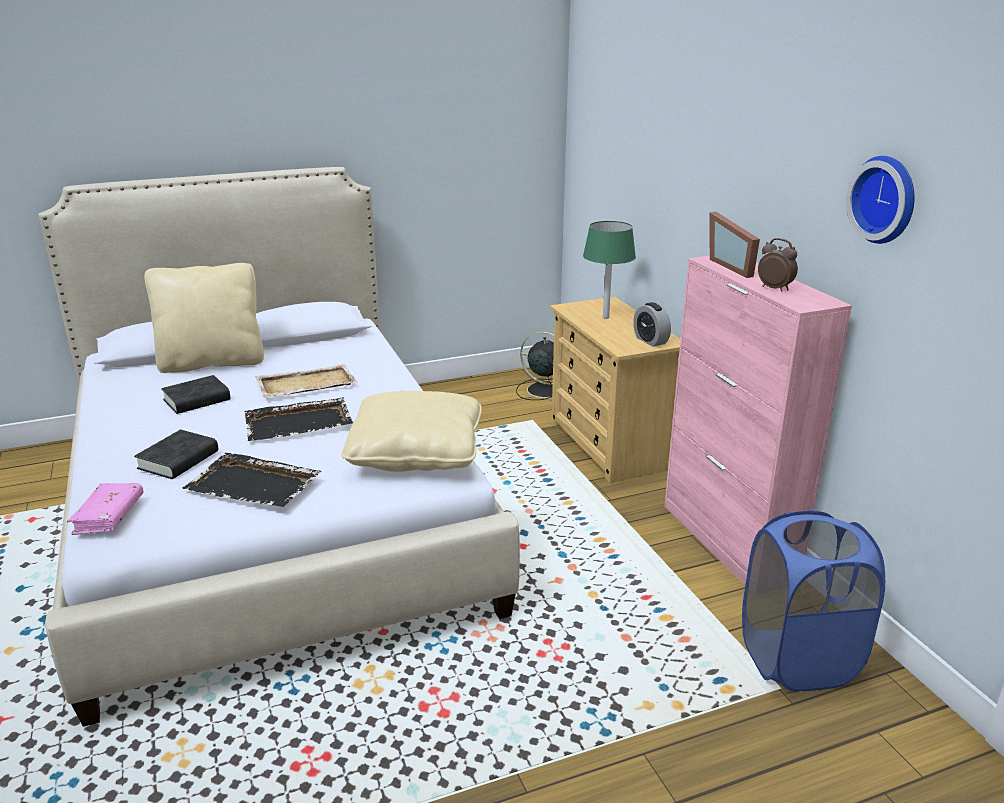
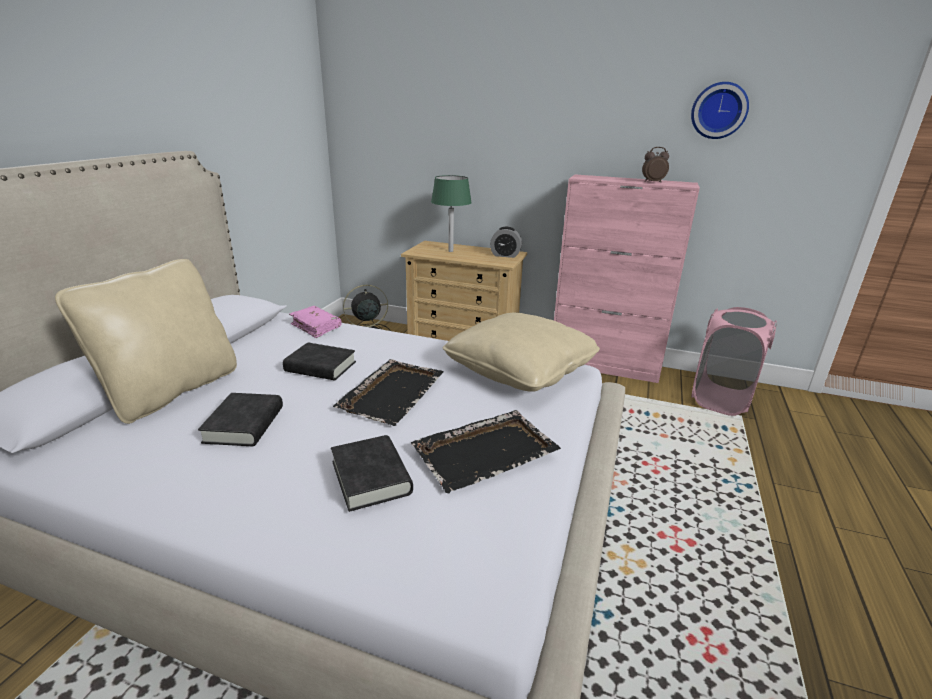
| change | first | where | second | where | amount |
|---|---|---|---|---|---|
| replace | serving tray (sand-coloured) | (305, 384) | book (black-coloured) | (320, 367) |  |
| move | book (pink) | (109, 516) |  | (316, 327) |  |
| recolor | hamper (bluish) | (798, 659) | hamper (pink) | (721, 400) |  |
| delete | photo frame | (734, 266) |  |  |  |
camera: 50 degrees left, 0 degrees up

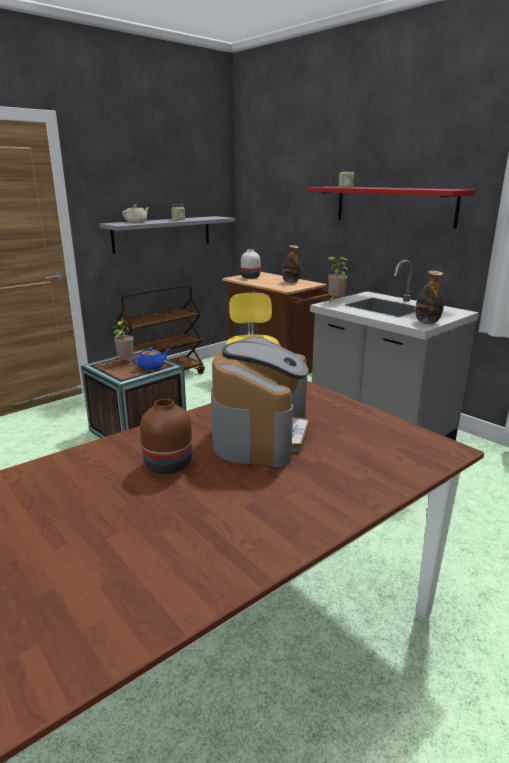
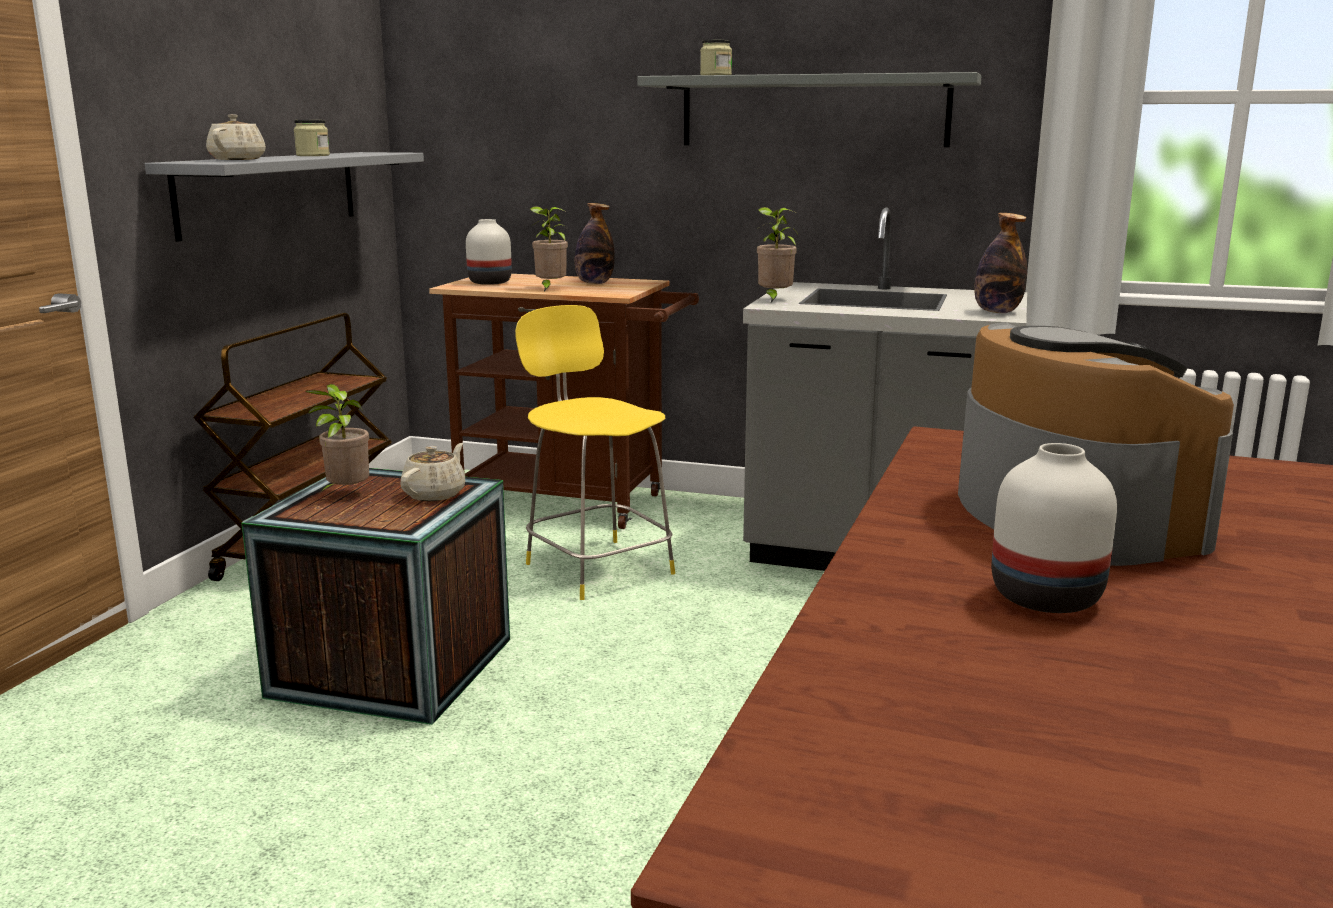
| change | first | where | second | where | amount |
|---|---|---|---|---|---|
| recolor | tea pot (bluish) | (152, 367) | tea pot (sand-coloured) | (435, 494) |  |
| insert |  |  | plant in a pot | (550, 289) |  |
| recolor | wall shelf (reddish) | (394, 206) | wall shelf (gray) | (813, 111) |  |
| recolor | flower vase (brown) | (169, 464) | flower vase (white-coloured) | (1045, 596) |  |
camera: 30 degrees left, 5 degrees down

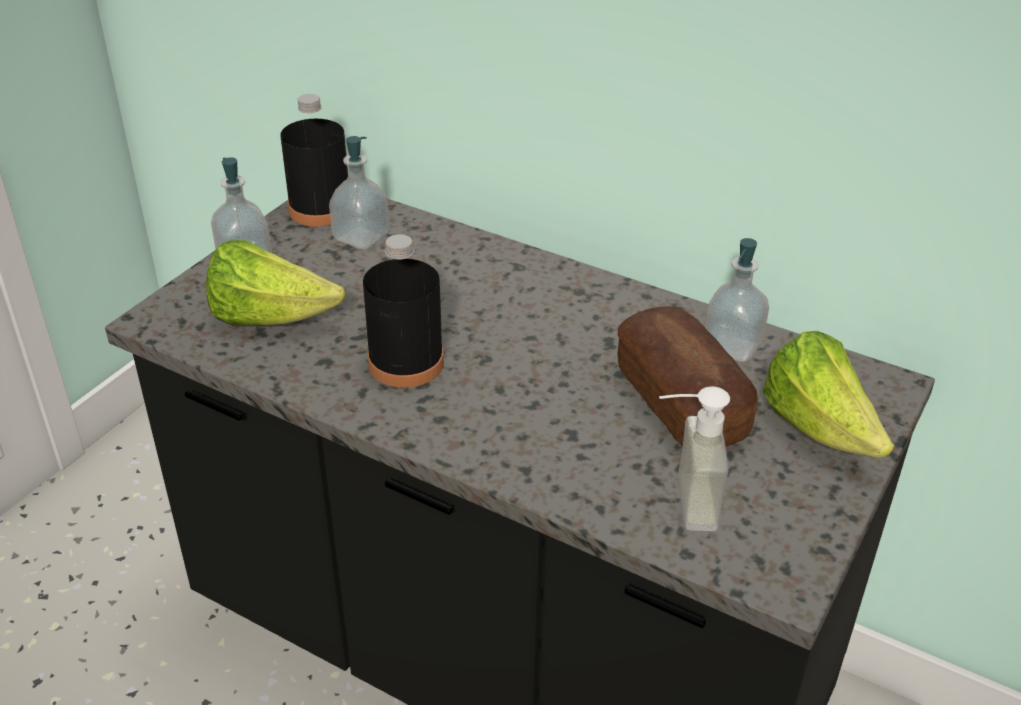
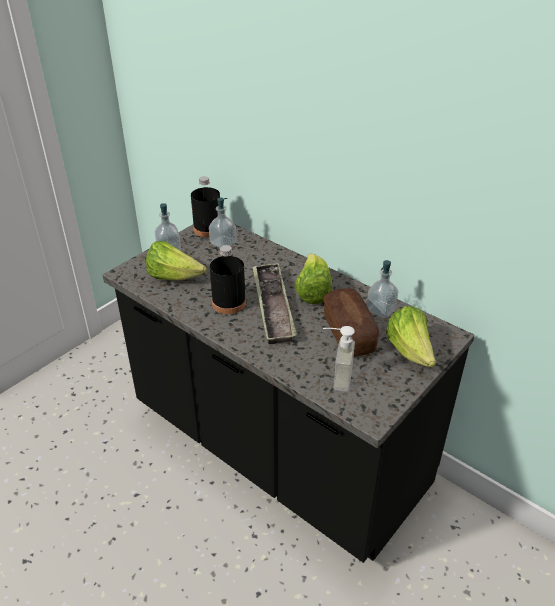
| change | first | where | second | where | amount |
|---|---|---|---|---|---|
| insert |  |  | serving tray | (273, 306) |  |
| insert |  |  | head of lettuce | (313, 292) |  |
camera: 10 degrees right, 0 degrees up

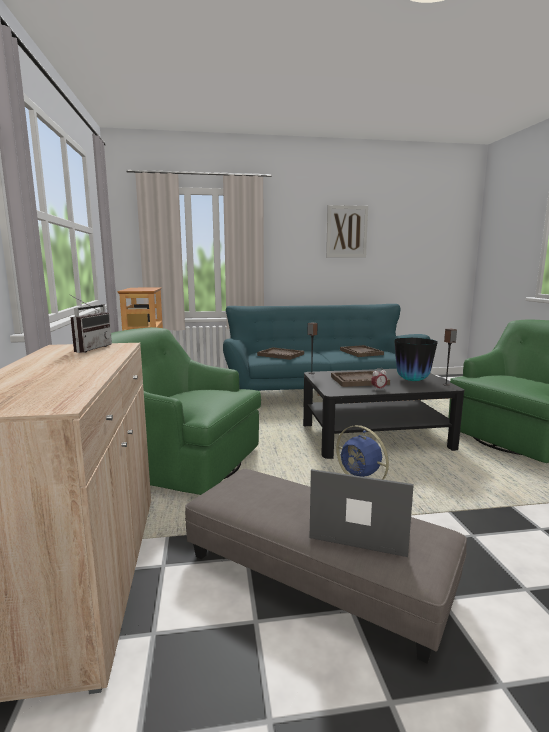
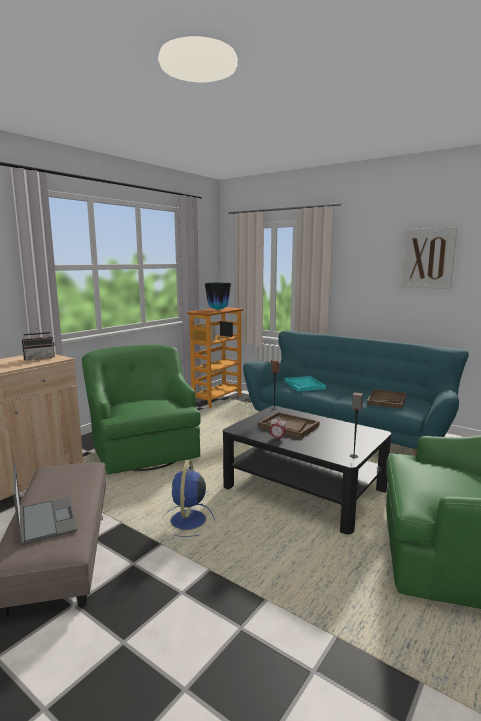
| change | first | where | second | where | amount |
|---|---|---|---|---|---|
| move | flower vase | (412, 380) |  | (218, 309) |  |
| recolor | serving tray (brown) | (281, 355) | serving tray (turquoise-coloured) | (304, 385) |  |
camera: 45 degrees right, 0 degrees up

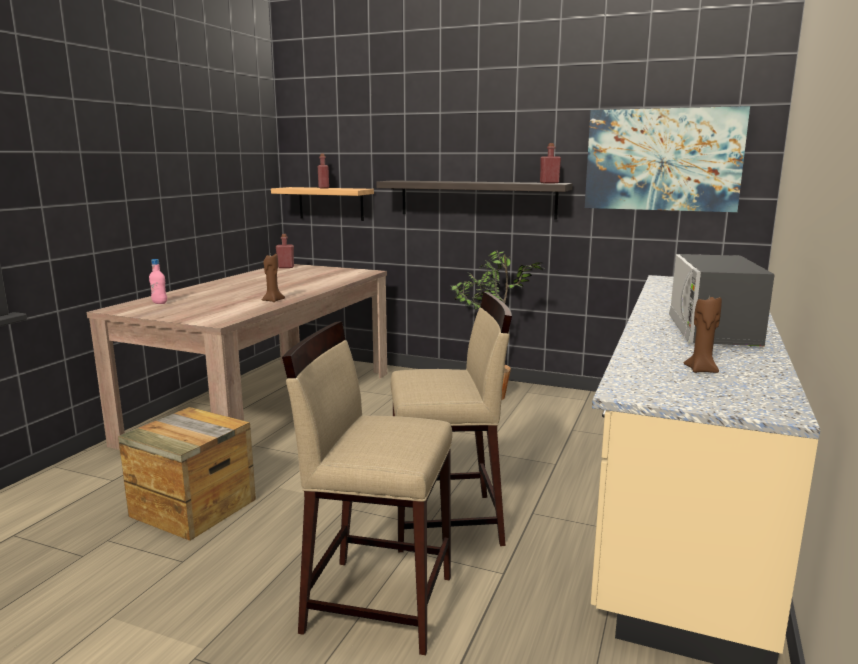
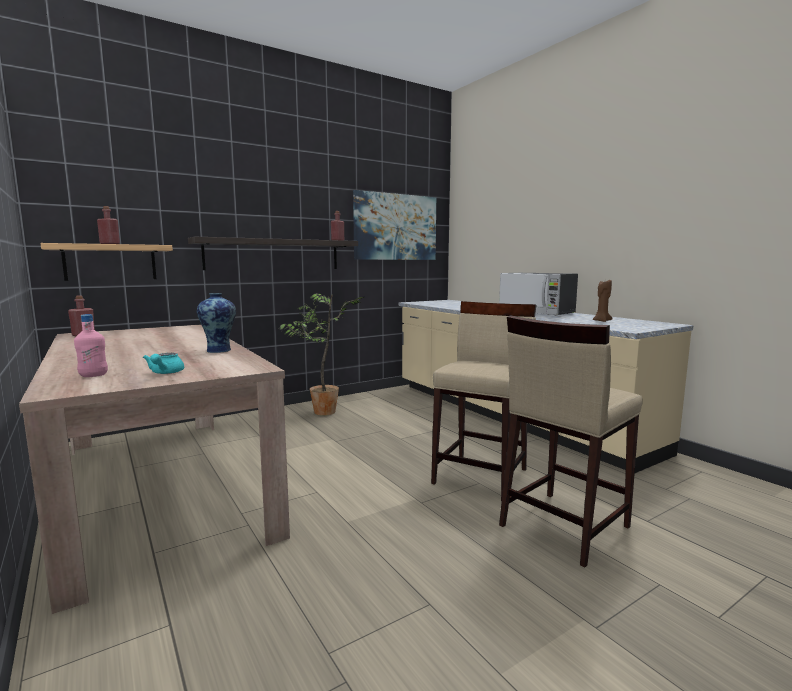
| change | first | where | second | where | amount |
|---|---|---|---|---|---|
| insert |  |  | tea pot (turquoise-coloured) | (165, 373) |  |
| replace | wax candle (brown) | (273, 300) | flower vase | (219, 350) |  |
| delete | crate | (193, 507) |  |  |  |
camera: 55 degrees left, 5 degrees down

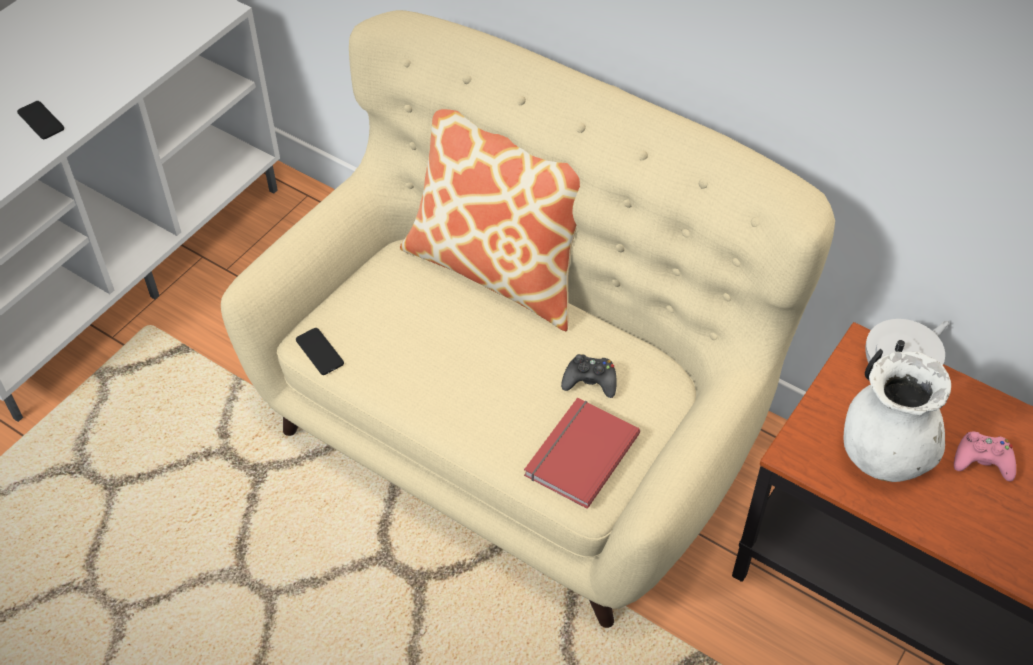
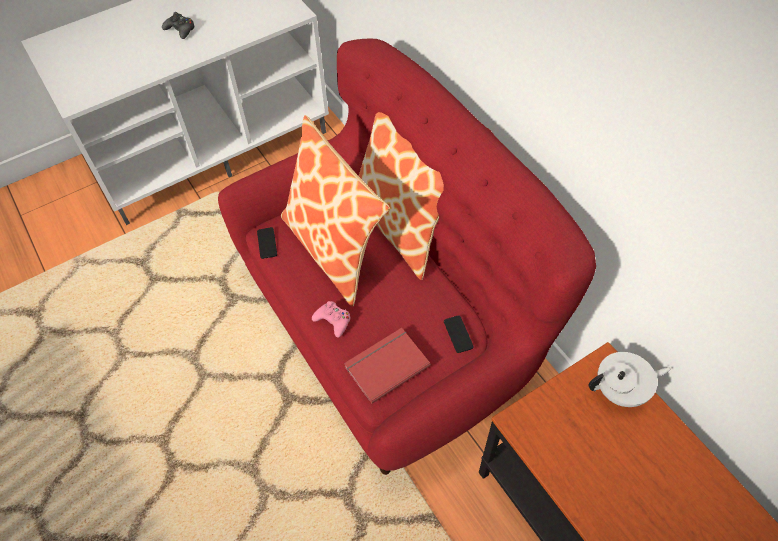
| change | first | where | second | where | amount |
|---|---|---|---|---|---|
| move | game controller (black-coloured) | (590, 381) |  | (180, 30) |  |
| recolor | couch (sand-coloured) | (515, 432) | couch (reddish) | (389, 328) |  |
| insert |  |  | throw pillow | (334, 249) |  |
| move | game controller (pink) | (982, 461) |  | (333, 320) |  |
| move | handset | (41, 120) |  | (458, 334) |  |
| delete | flower vase (white-coloured) | (883, 455) |  |  |  |
camera: 25 degrees right, 5 degrees up

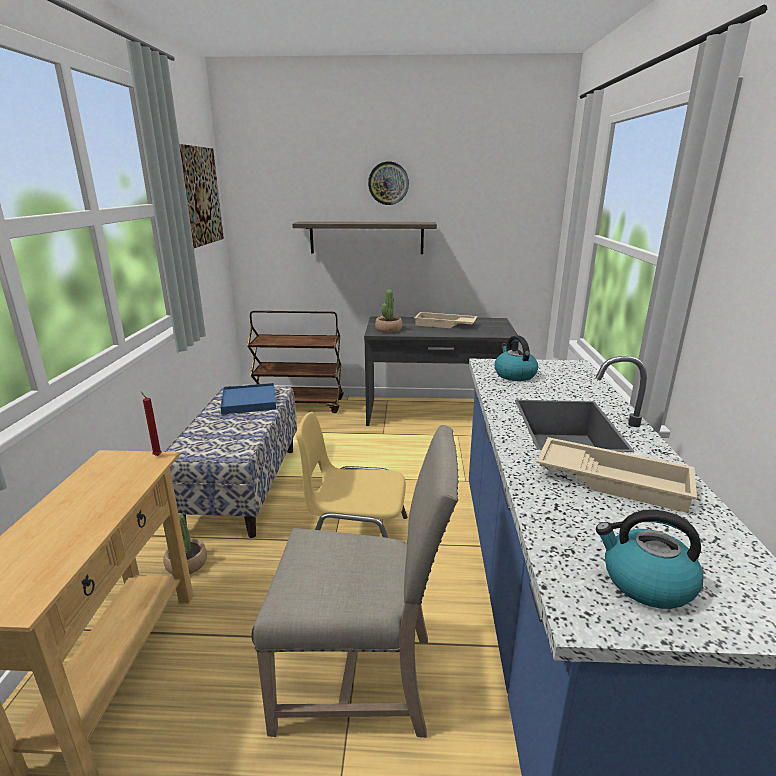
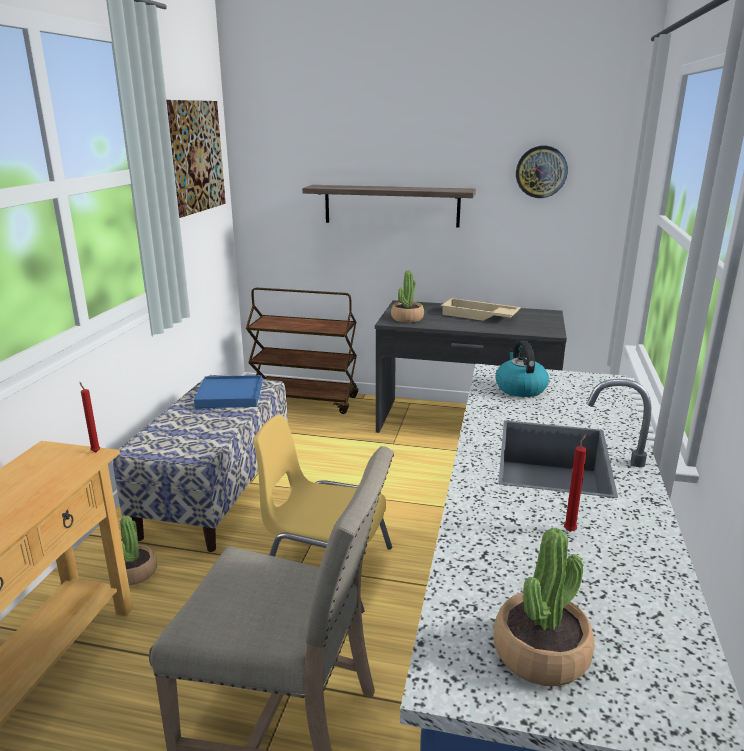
| change | first | where | second | where | amount |
|---|---|---|---|---|---|
| replace | water kettle | (645, 582) | plant in a pot | (541, 653) |  |
| move | hanging clock | (388, 183) |  | (541, 172) |  |
| replace | serving tray (sand-coloured) | (613, 480) | wax candle (reddish) | (570, 530) |  |
camera: 10 degrees right, 0 degrees up

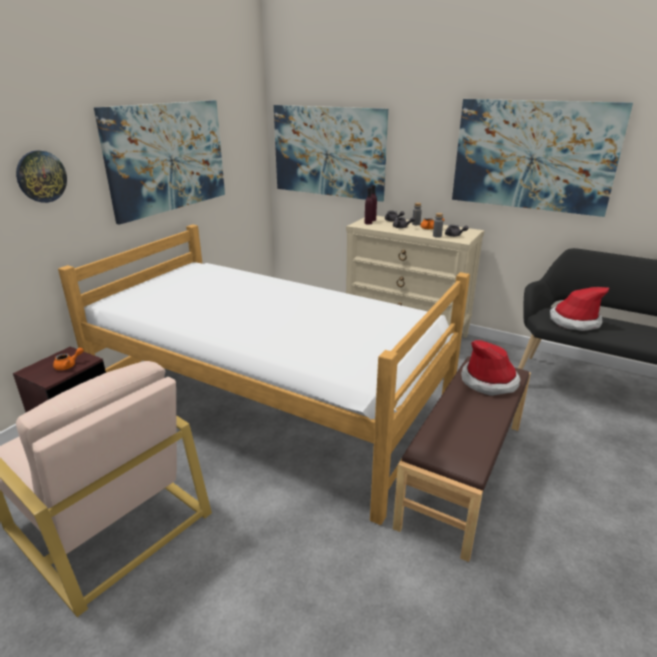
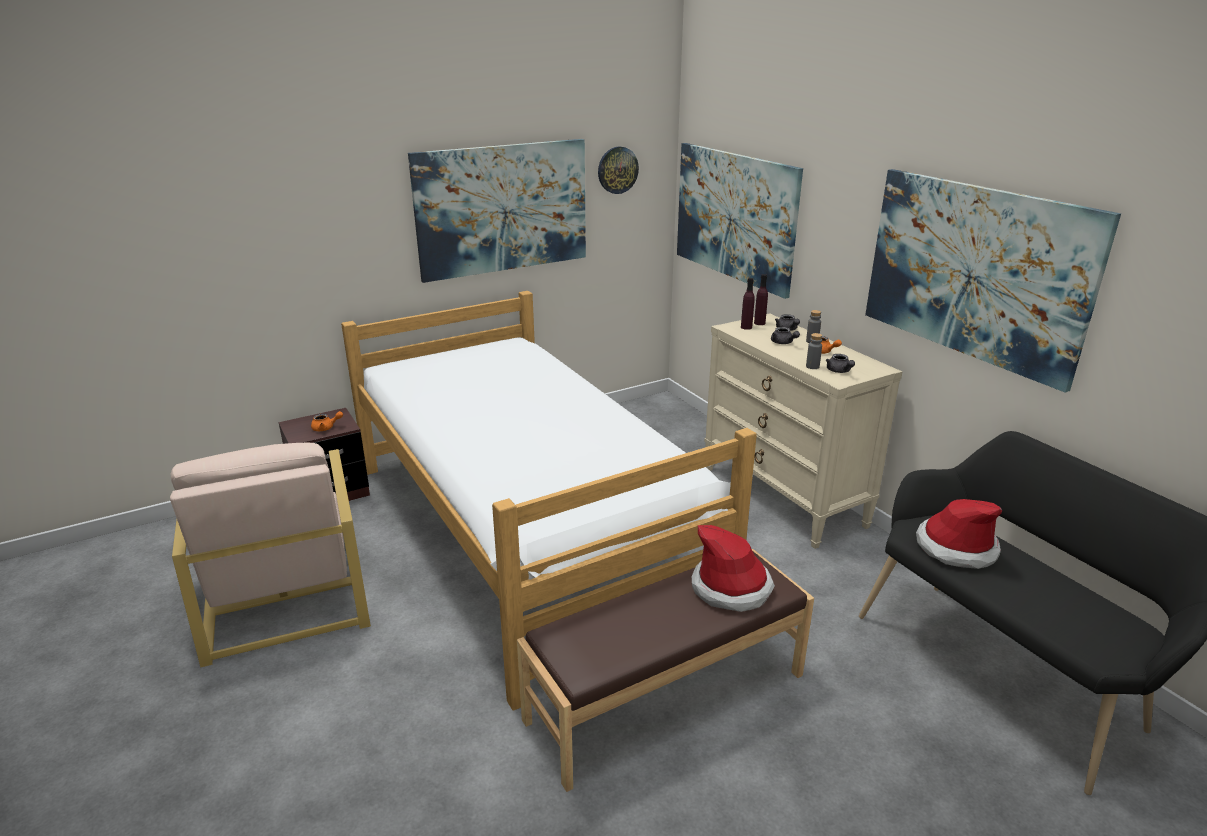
| change | first | where | second | where | amount |
|---|---|---|---|---|---|
| move | hanging clock | (41, 176) |  | (617, 170) |  |
camera: 30 degrees right, 0 degrees up

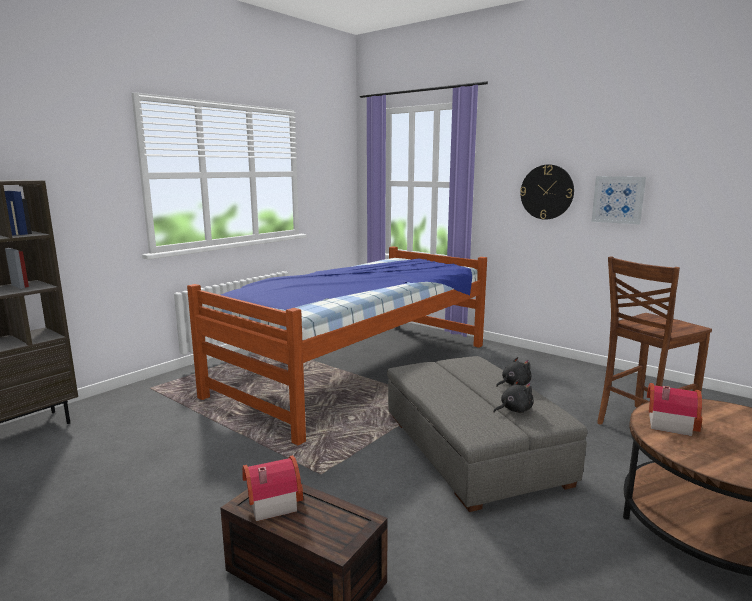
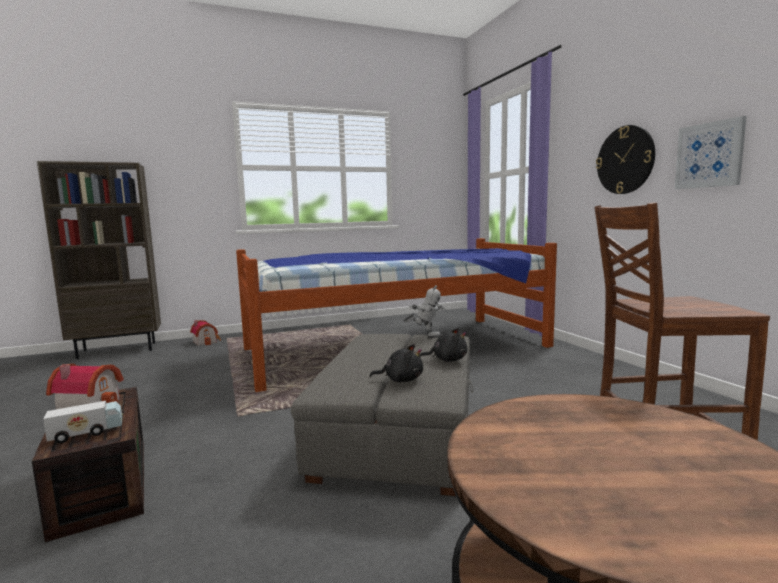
| change | first | where | second | where | amount |
|---|---|---|---|---|---|
| insert |  |  | toy lorry | (87, 433) |  |
| move | miniature house | (667, 423) |  | (206, 341) |  |
| insert |  |  | robot figure | (425, 336) |  |
camera: 30 degrees right, 5 degrees down

